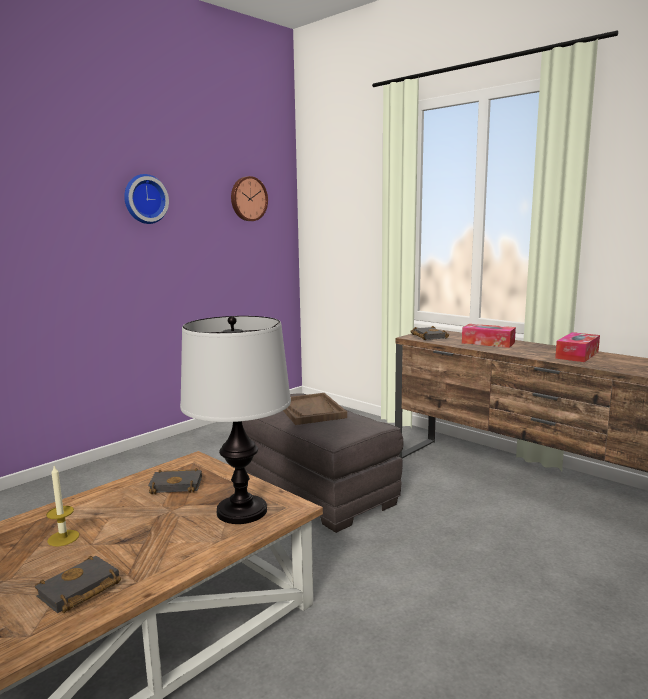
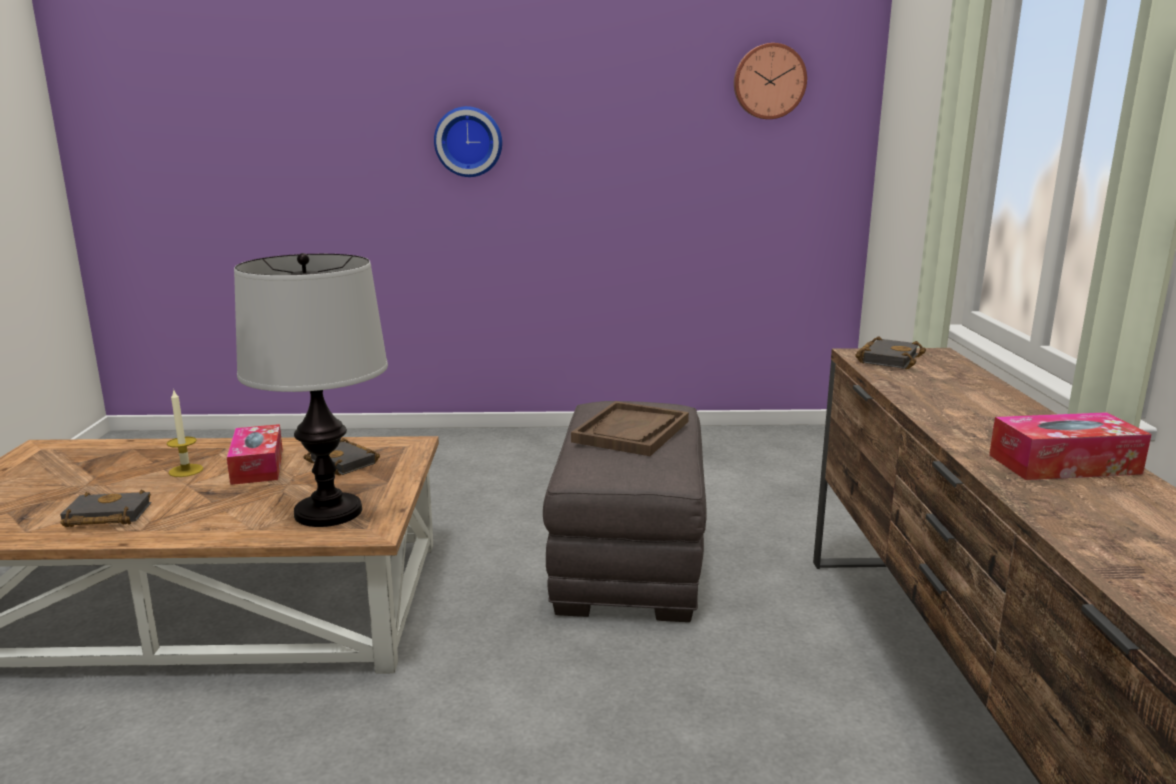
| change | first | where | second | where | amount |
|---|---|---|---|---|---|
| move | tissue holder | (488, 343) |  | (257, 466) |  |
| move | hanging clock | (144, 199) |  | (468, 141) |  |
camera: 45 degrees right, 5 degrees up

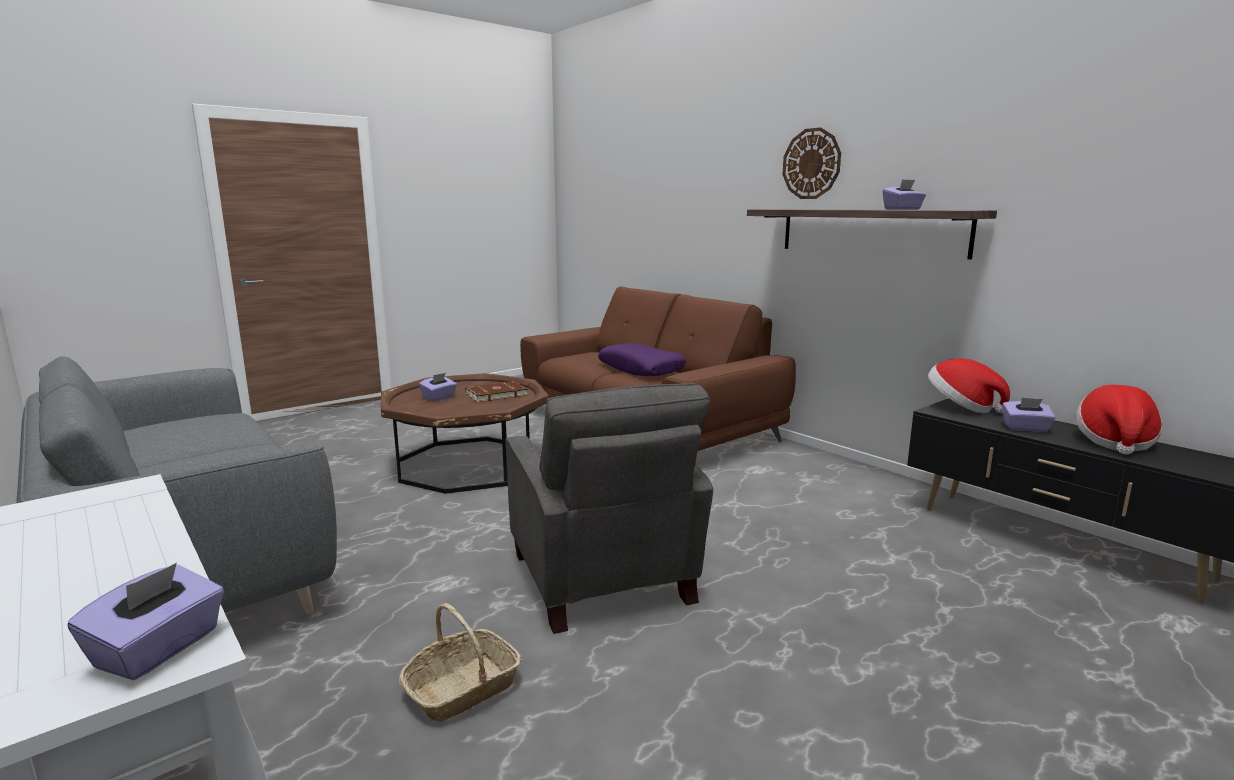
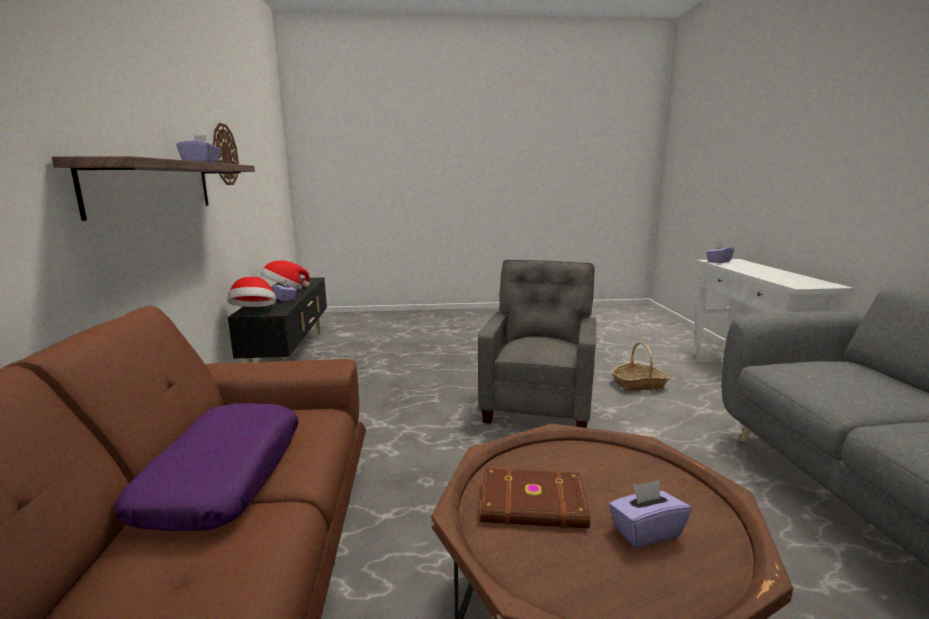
| change | first | where | second | where | amount |
|---|---|---|---|---|---|
| move | hanging clock | (811, 164) |  | (225, 154) |  |
camera: 145 degrees left, 0 degrees up

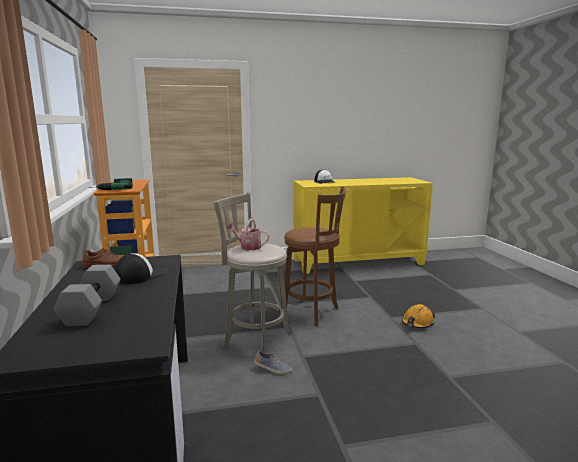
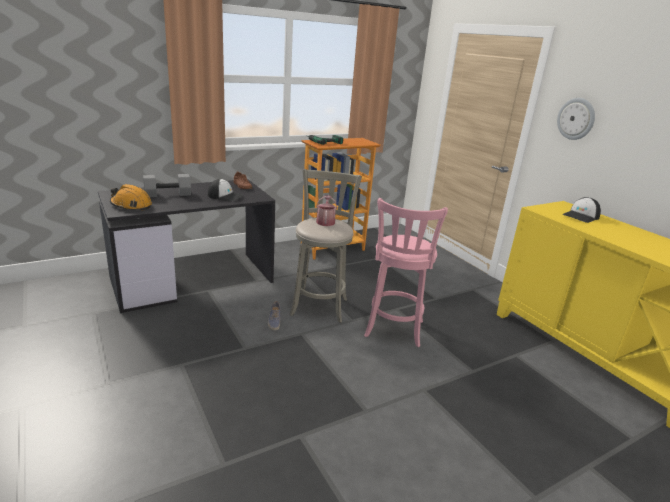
| change | first | where | second | where | amount |
|---|---|---|---|---|---|
| move | hard hat (orange) | (417, 323) |  | (131, 205) |  |
| recolor | stool (brown) | (312, 312) | stool (pink) | (393, 330) |  |
| insert |  |  | hanging clock | (576, 119) |  |
camera: 70 degrees right, 10 degrees up

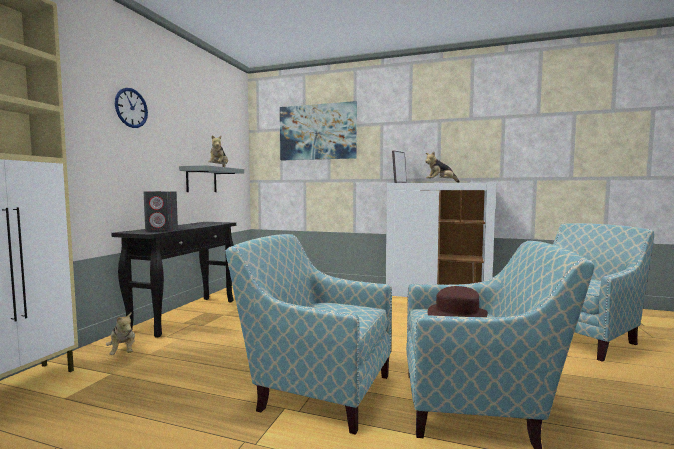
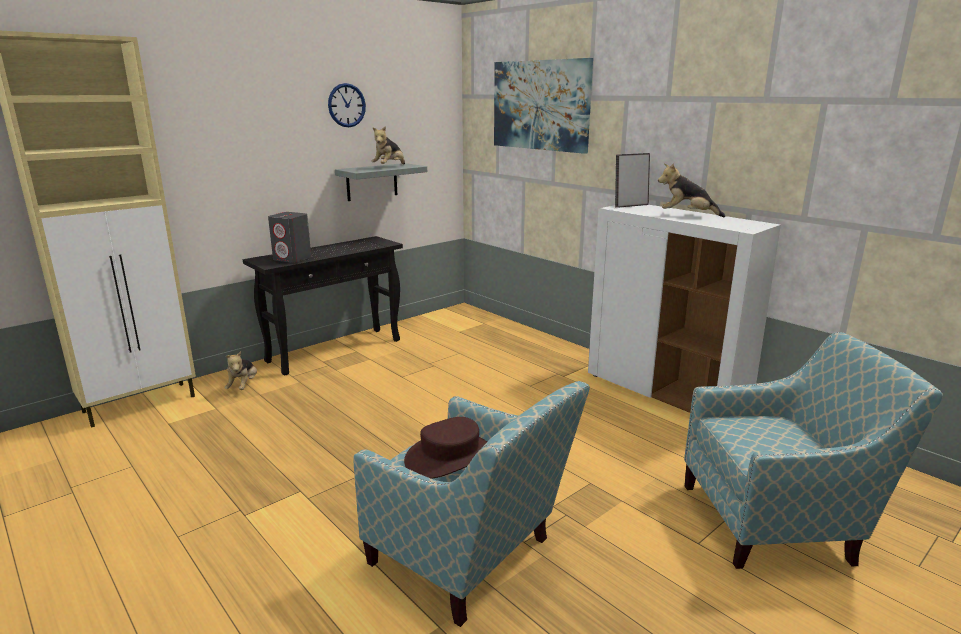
| change | first | where | second | where | amount |
|---|---|---|---|---|---|
| move | hanging clock | (131, 108) |  | (346, 105) |  |
| delete | easy chair | (315, 388) |  |  |  |
camera: 30 degrees right, 15 degrees up

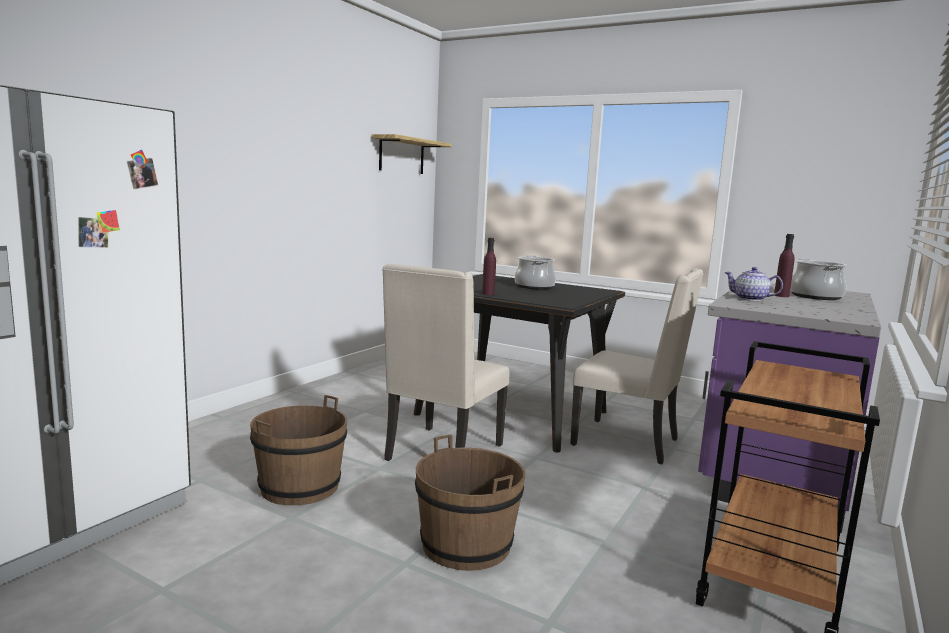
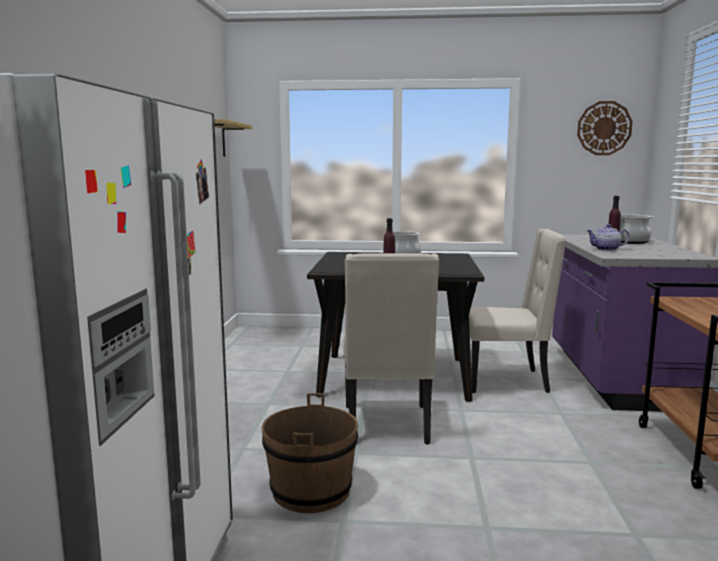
| change | first | where | second | where | amount |
|---|---|---|---|---|---|
| insert |  |  | hanging clock | (604, 128) |  |
| delete | bucket (brown) | (466, 545) |  |  |  |
camera: 25 degrees left, 0 degrees up

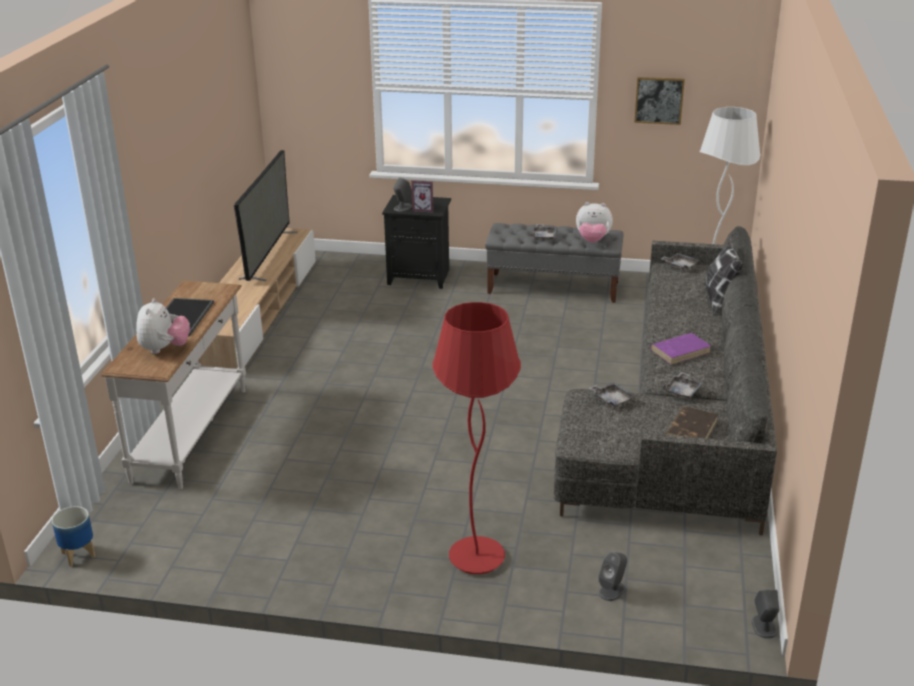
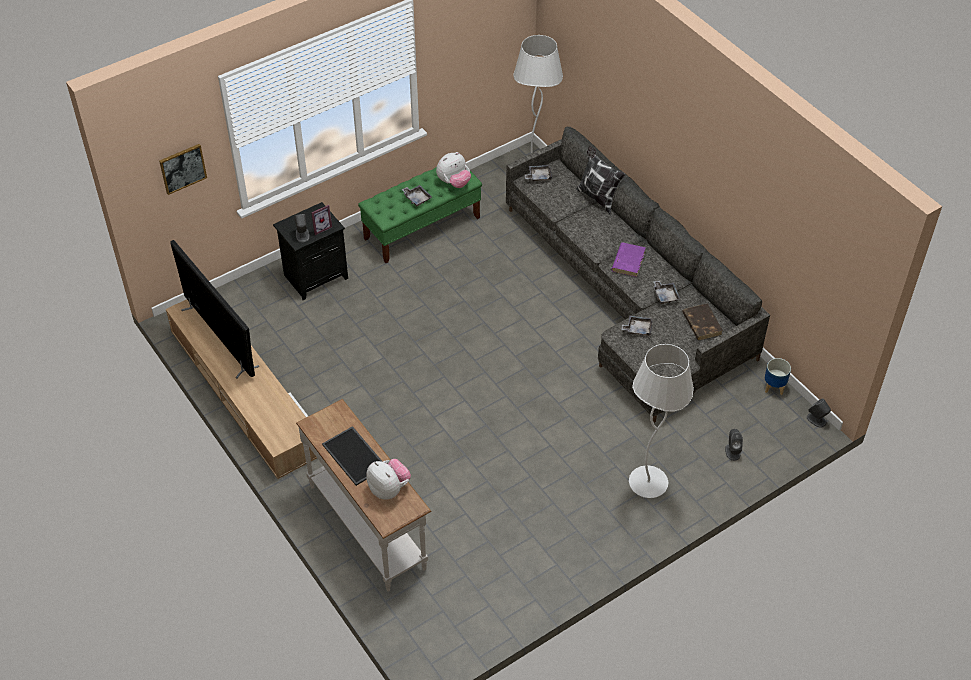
| change | first | where | second | where | amount |
|---|---|---|---|---|---|
| move | picture | (659, 100) |  | (182, 168) |  |
| recolor | bench (gray) | (553, 287) | bench (greenish) | (422, 228) |  |
| recolor | floor lamp (reddish) | (477, 558) | floor lamp (white-coloured) | (648, 483) |  |
| move | plant pot | (78, 555) |  | (774, 387) |  |
camera: 45 degrees left, 20 degrees up

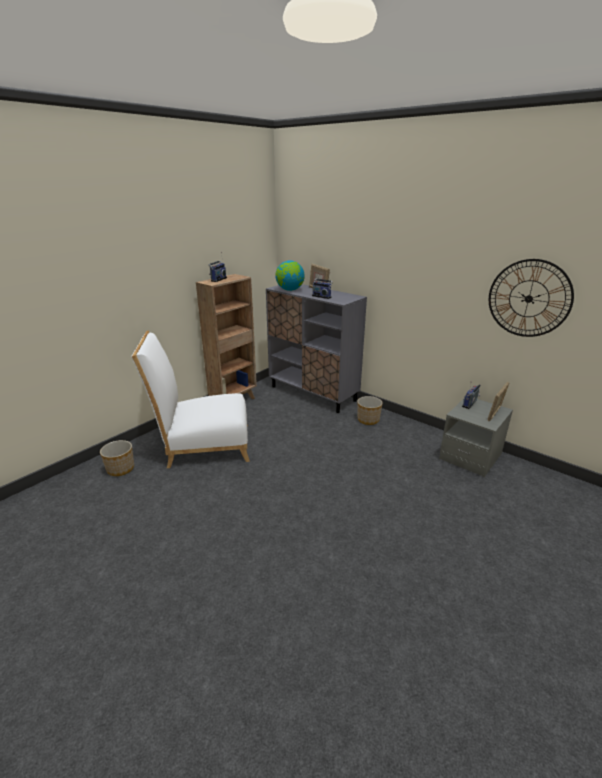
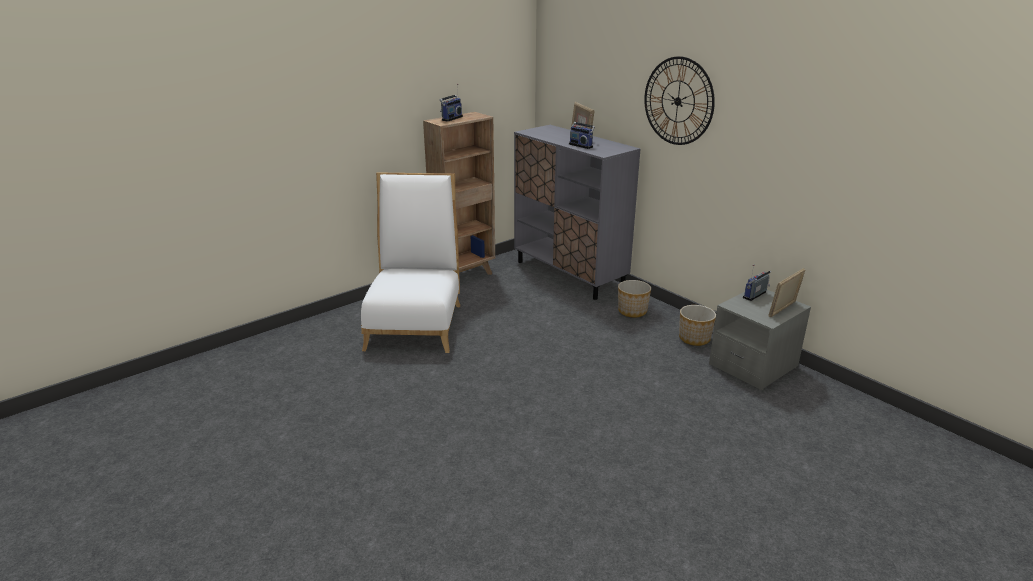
| change | first | where | second | where | amount |
|---|---|---|---|---|---|
| rotate | plain chair (white-coloured) | (203, 445) |  | (415, 322) | 90 degrees clockwise |
| move | hanging clock | (528, 298) |  | (678, 101) |  |
| move | plant pot | (121, 469) |  | (695, 338) |  |
| delete | desk globe | (290, 290) |  |  |  |
camera: 10 degrees right, 0 degrees up

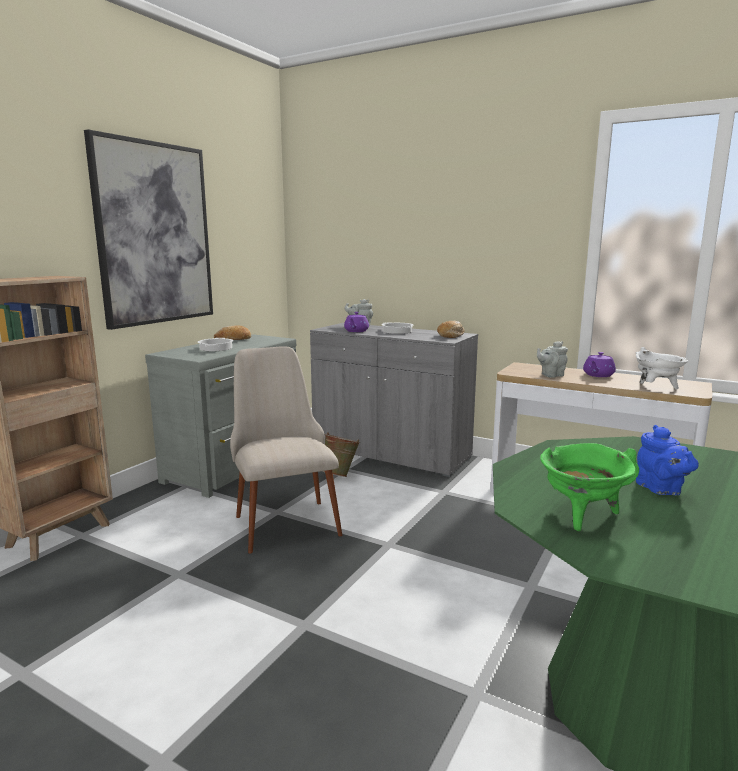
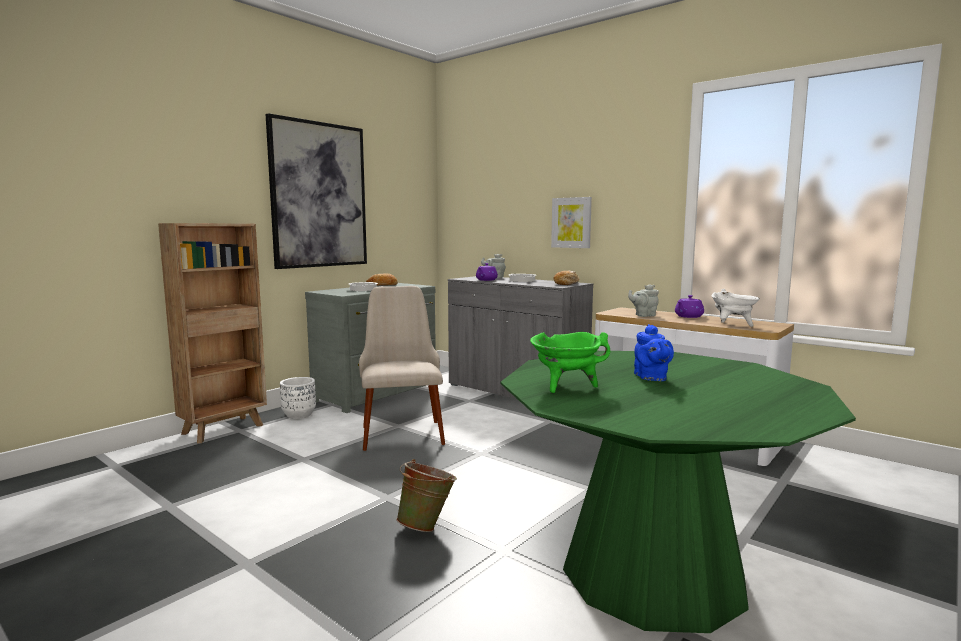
| change | first | where | second | where | amount |
|---|---|---|---|---|---|
| insert |  |  | plant pot (white-coloured) | (299, 415) |  |
| move | bucket (greenish) | (340, 475) |  | (427, 526) |  |
| insert |  |  | picture | (571, 222) |  |
camera: 10 degrees right, 5 degrees down

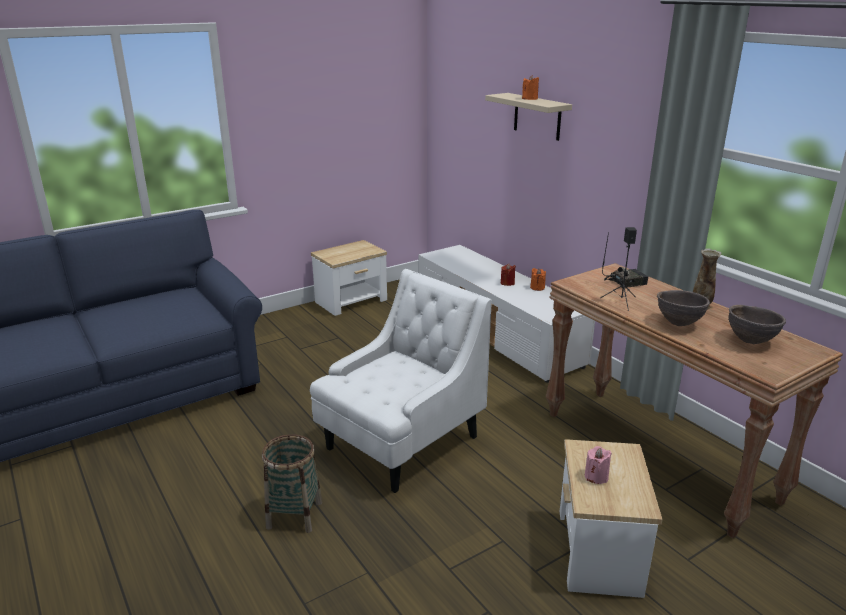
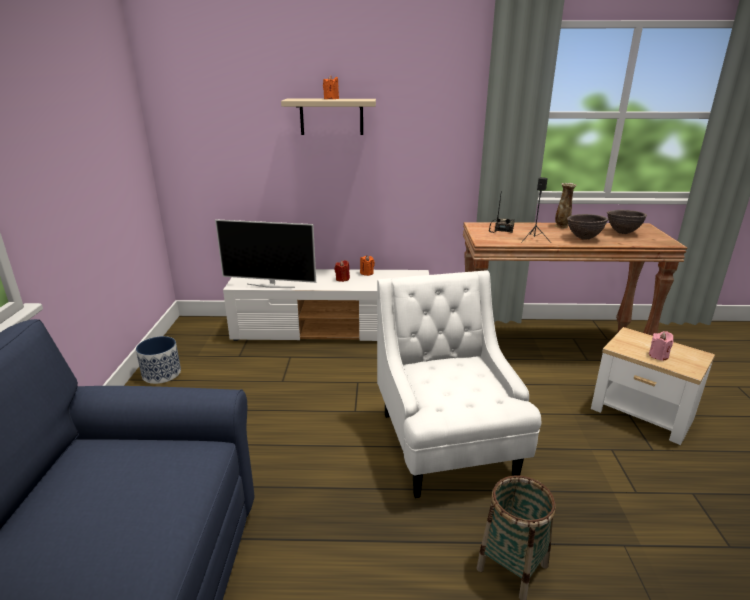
| change | first | where | second | where | amount |
|---|---|---|---|---|---|
| replace | accent table | (351, 302) | plant pot | (161, 374) |  |
| insert |  |  | television | (271, 285) |  |
camera: 55 degrees left, 0 degrees up

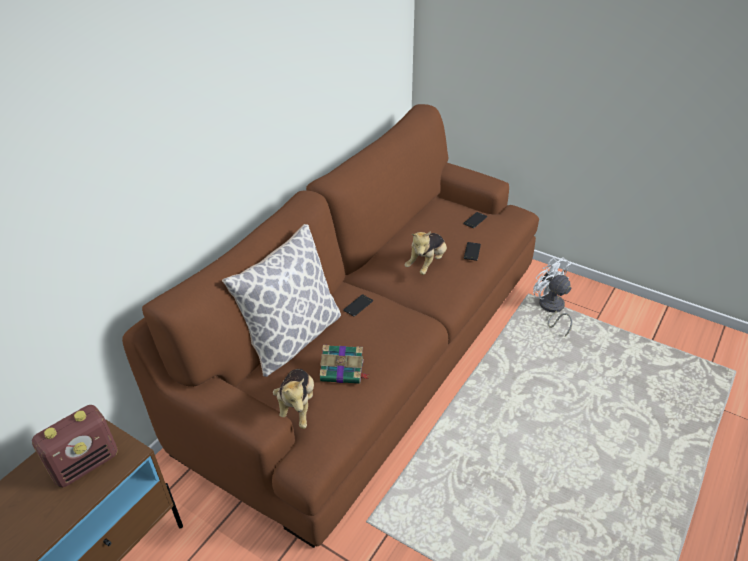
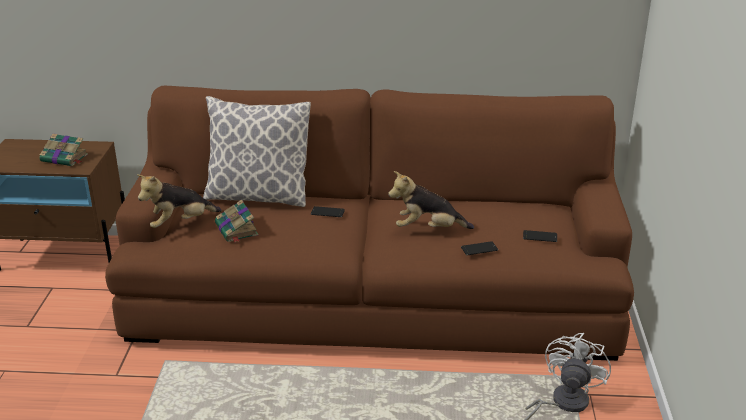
| change | first | where | second | where | amount |
|---|---|---|---|---|---|
| replace | radio | (86, 464) | book | (65, 158) |  |
camera: 60 degrees right, 10 degrees down

